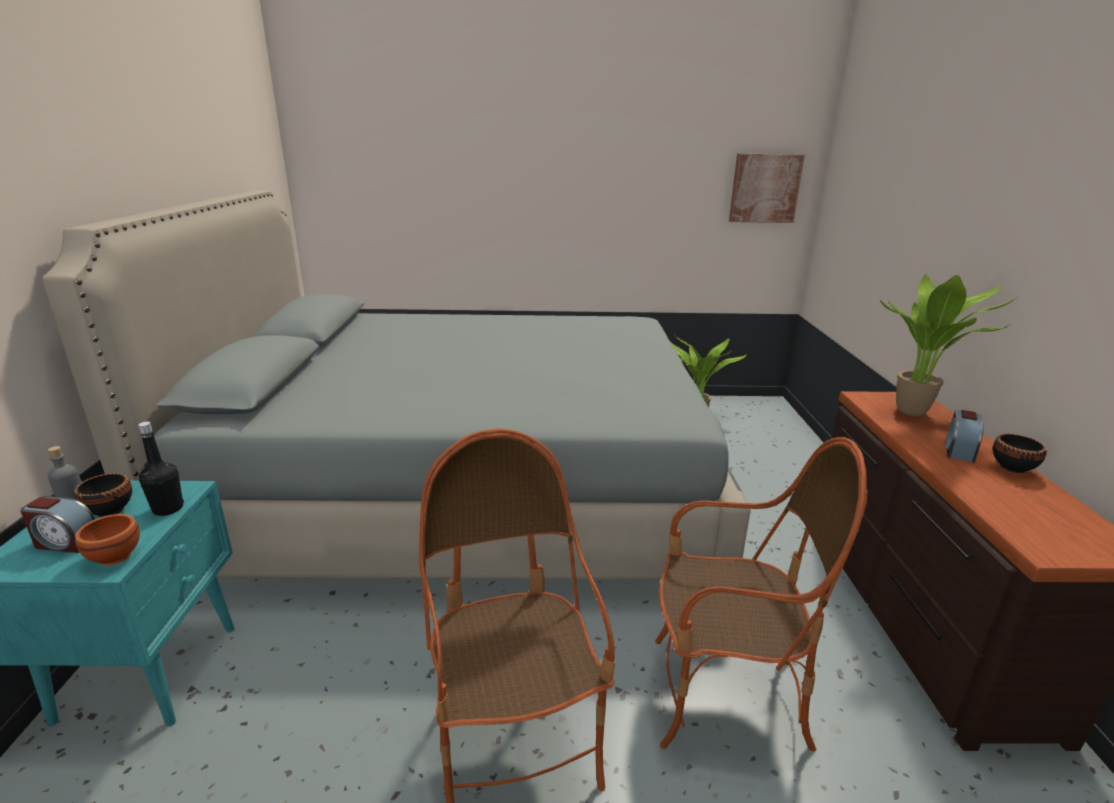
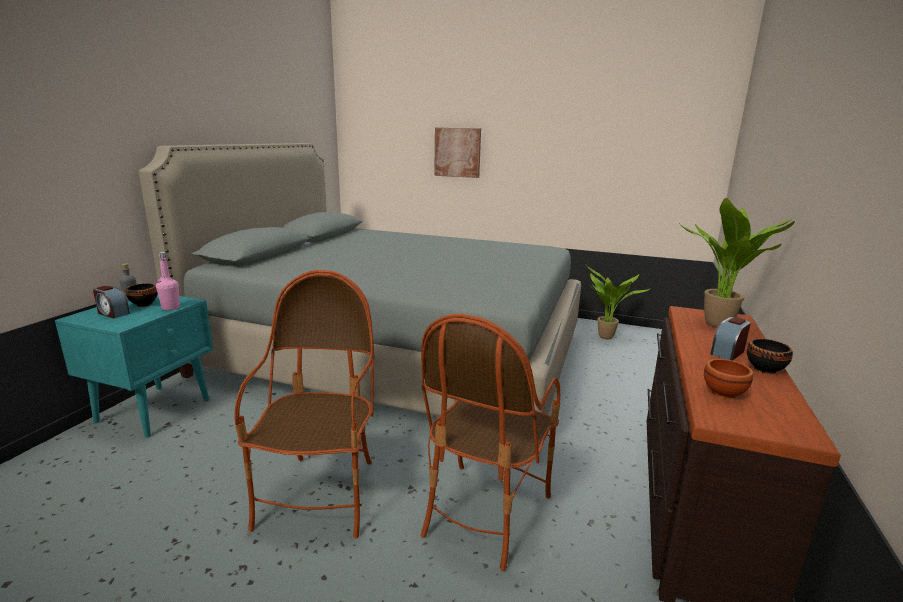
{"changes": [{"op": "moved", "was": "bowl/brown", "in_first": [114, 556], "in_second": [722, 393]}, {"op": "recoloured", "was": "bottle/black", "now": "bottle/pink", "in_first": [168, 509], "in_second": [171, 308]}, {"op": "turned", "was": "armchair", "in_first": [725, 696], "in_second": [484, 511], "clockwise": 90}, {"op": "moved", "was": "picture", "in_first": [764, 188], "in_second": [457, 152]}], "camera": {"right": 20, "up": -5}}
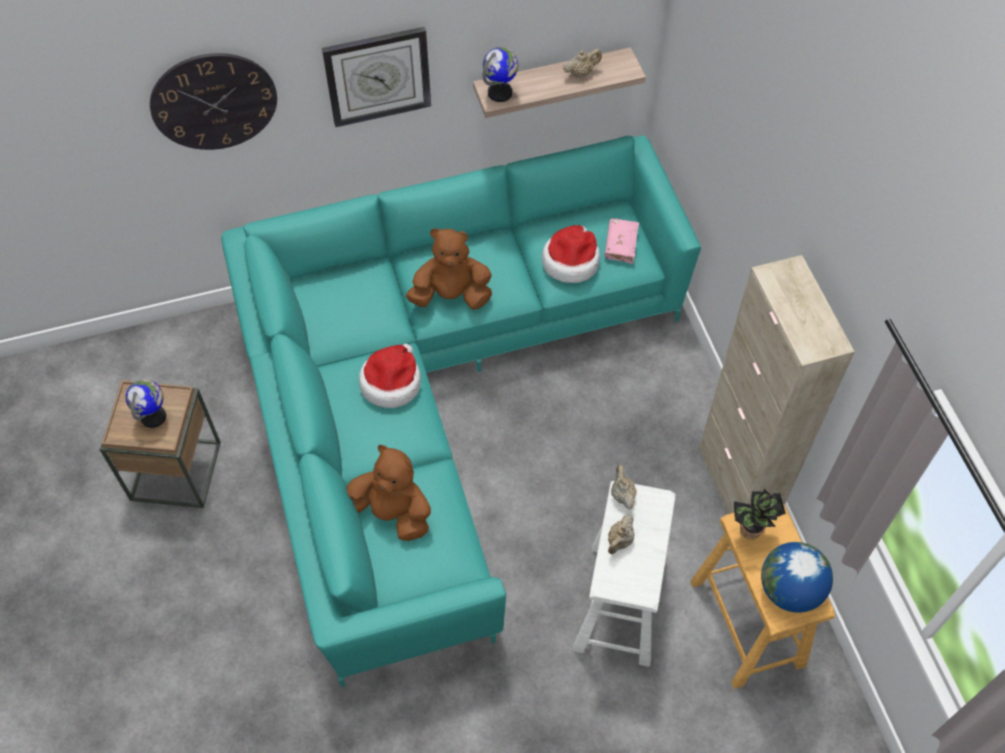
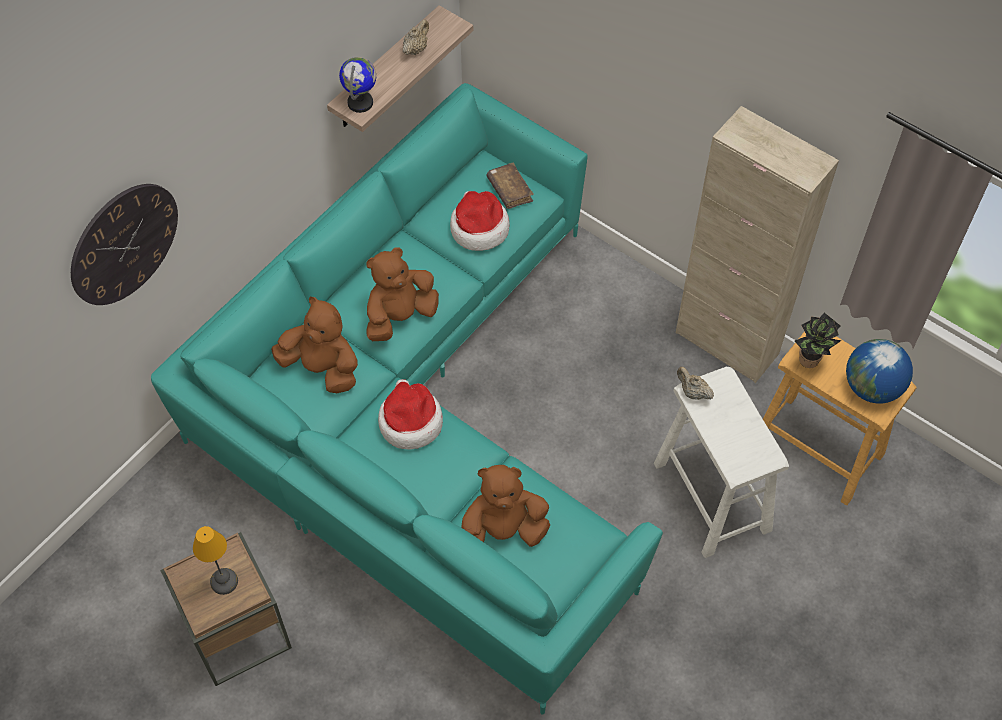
{"changes": [{"op": "replaced", "was": "globe", "now": "table lamp", "in_first": [154, 416], "in_second": [223, 581]}, {"op": "removed", "was": "wall clock", "in_first": [378, 76]}, {"op": "recoloured", "was": "book/pink", "now": "book/brown", "in_first": [621, 244], "in_second": [509, 190]}, {"op": "removed", "was": "teapot/beige", "in_first": [619, 541]}, {"op": "added", "now": "plush toy/brown", "in_second": [322, 368]}], "camera": {"right": -35, "up": 0}}
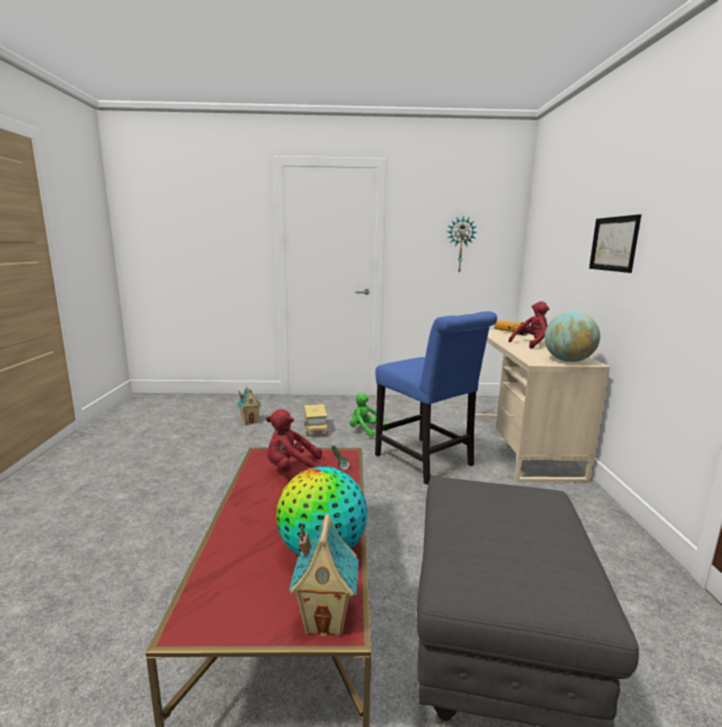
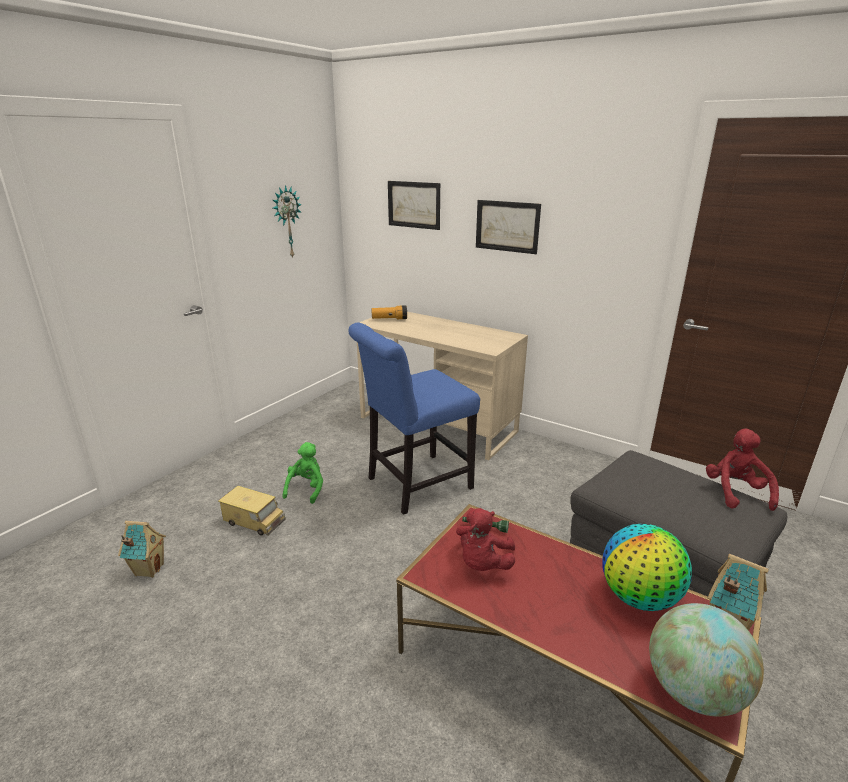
{"changes": [{"op": "turned", "was": "plush toy/green", "in_first": [365, 430], "in_second": [306, 489], "clockwise": 120}, {"op": "turned", "was": "chair/blue", "in_first": [427, 462], "in_second": [414, 485], "clockwise": 150}, {"op": "moved", "was": "plush toy/red", "in_first": [531, 344], "in_second": [735, 492]}, {"op": "moved", "was": "globe", "in_first": [568, 361], "in_second": [693, 691]}, {"op": "added", "now": "picture", "in_second": [414, 205]}], "camera": {"right": -55, "up": 10}}
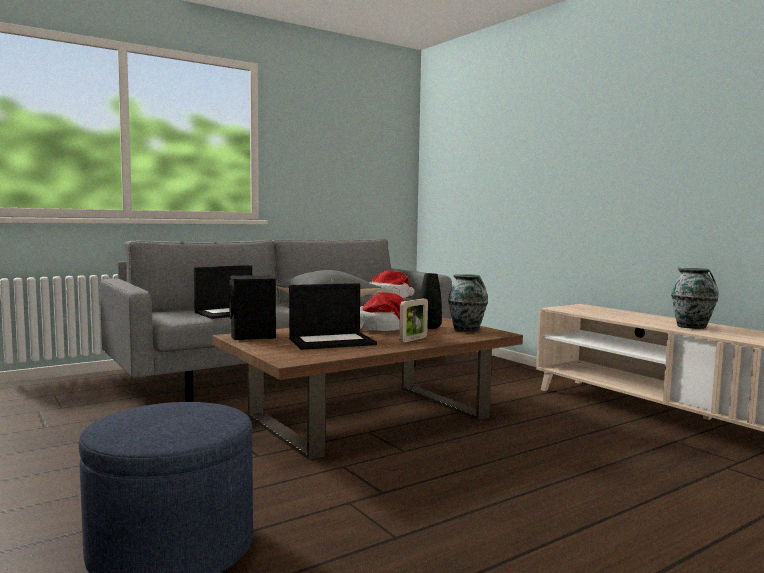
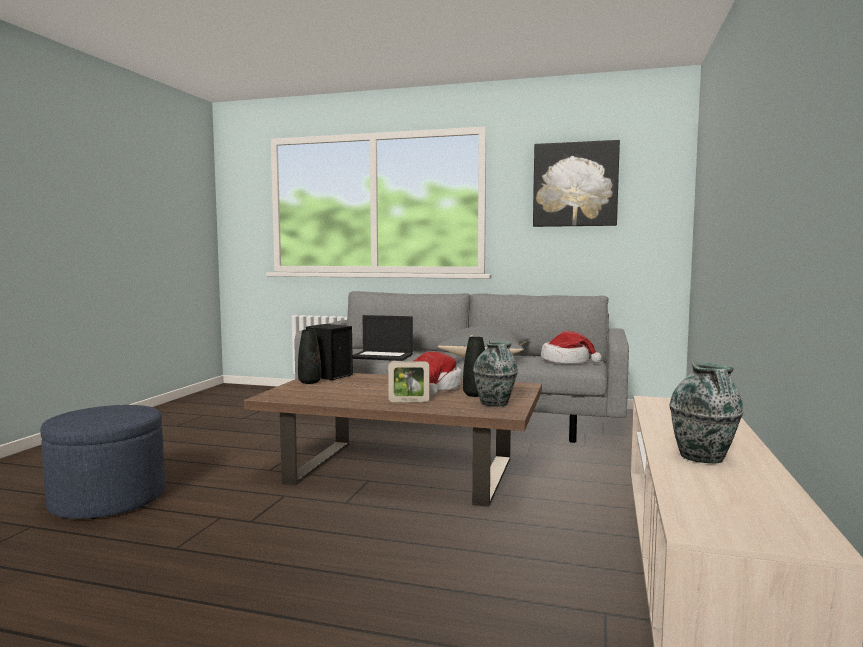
{"changes": [{"op": "removed", "was": "laptop", "in_first": [332, 341]}, {"op": "added", "now": "vase/black", "in_second": [309, 382]}, {"op": "added", "now": "picture", "in_second": [575, 184]}], "camera": {"right": 50, "up": 0}}
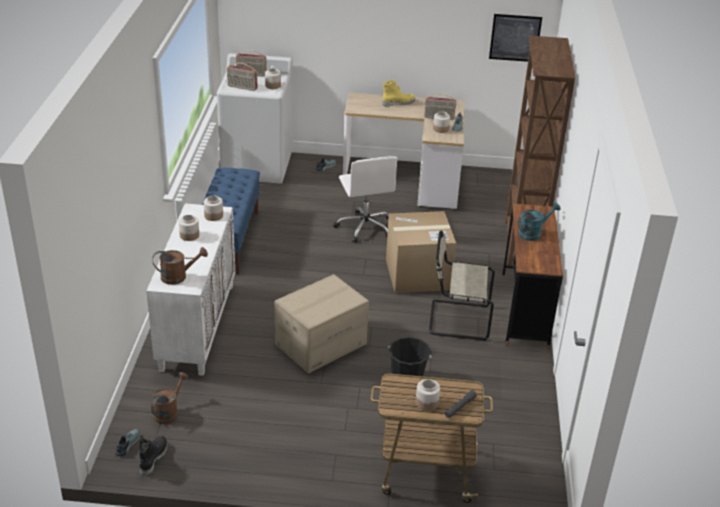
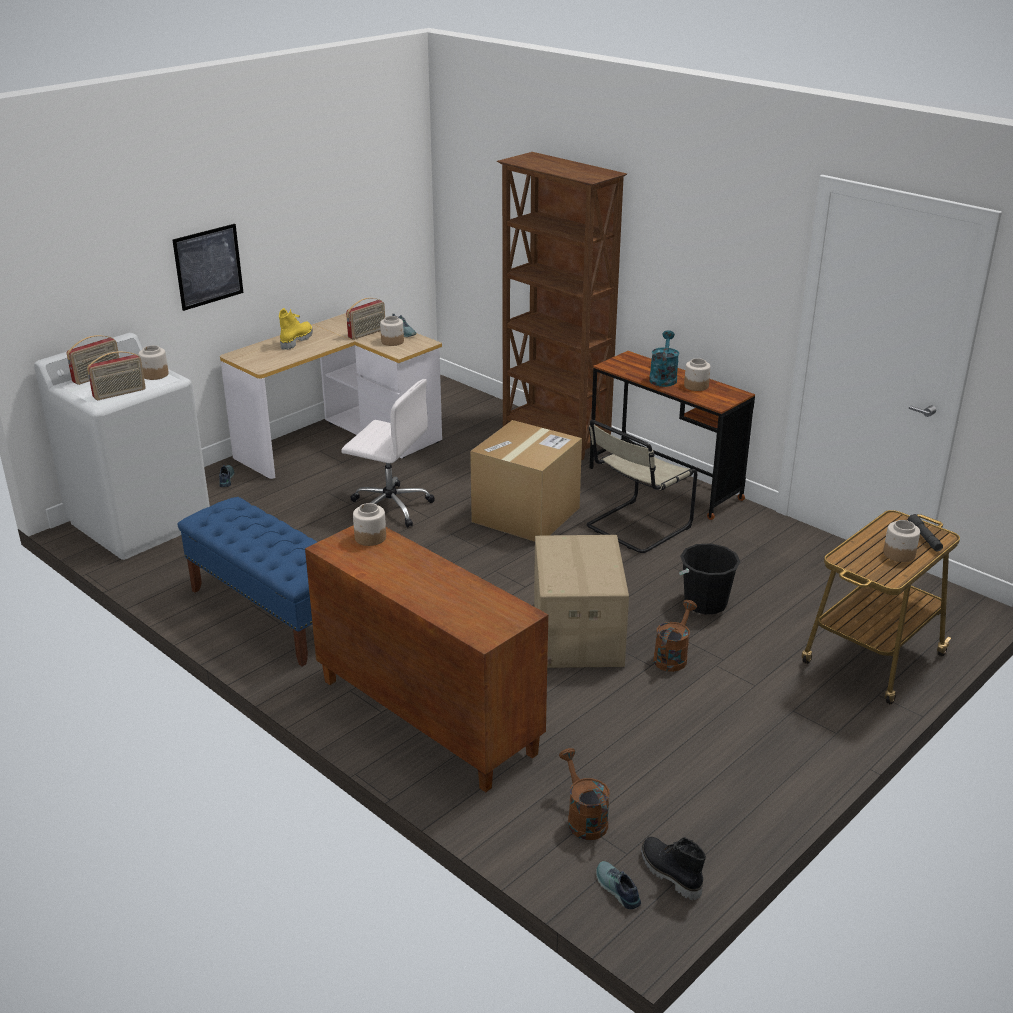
{"changes": [{"op": "recoloured", "was": "cabinet/white", "now": "cabinet/brown", "in_first": [197, 326], "in_second": [425, 716]}, {"op": "moved", "was": "watering can/brown", "in_first": [178, 277], "in_second": [672, 656]}, {"op": "moved", "was": "jar", "in_first": [189, 235], "in_second": [696, 386]}, {"op": "moved", "was": "picture", "in_first": [515, 38], "in_second": [208, 266]}], "camera": {"right": -50, "up": -5}}
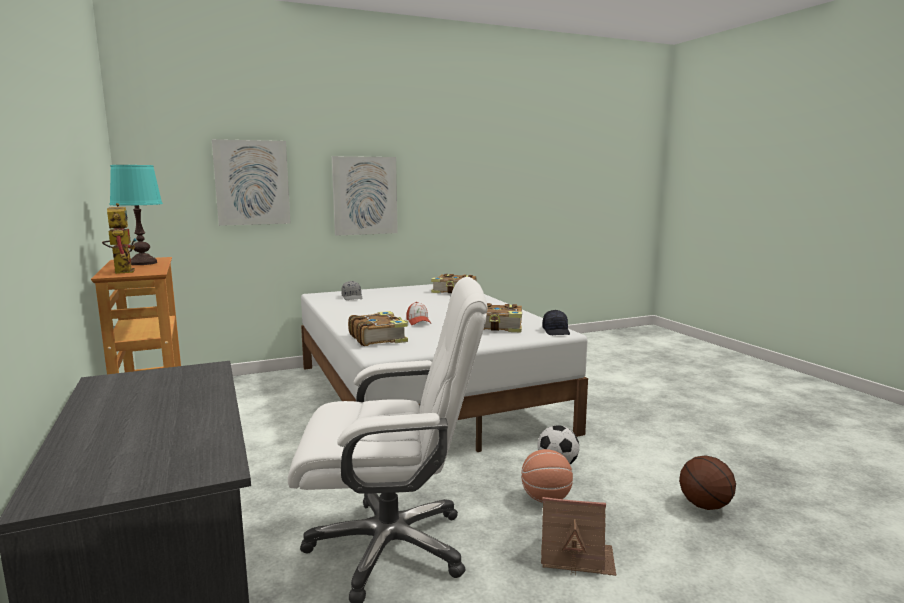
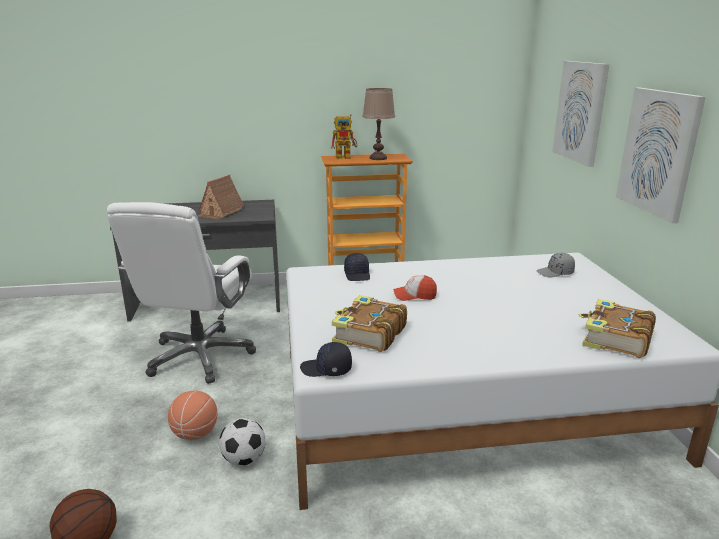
{"changes": [{"op": "recoloured", "was": "table lamp/turquoise", "now": "table lamp/brown", "in_first": [143, 263], "in_second": [378, 158]}, {"op": "replaced", "was": "book", "now": "cap/black", "in_first": [378, 338], "in_second": [357, 275]}, {"op": "moved", "was": "toy house", "in_first": [576, 556], "in_second": [220, 212]}], "camera": {"right": 105, "up": 10}}
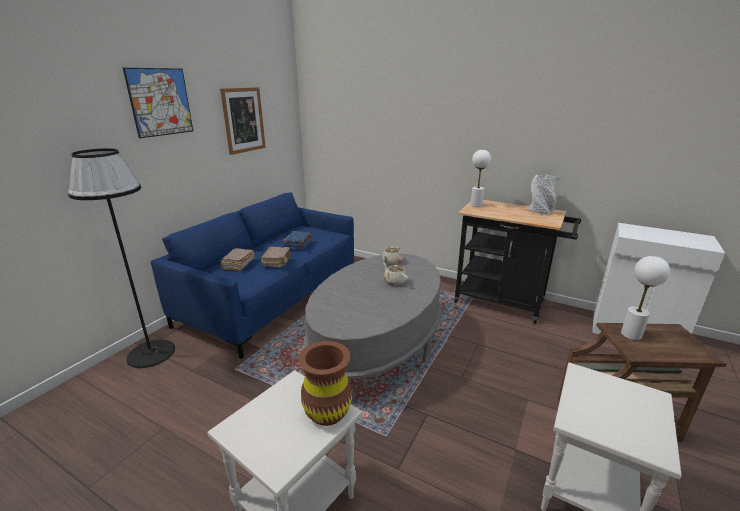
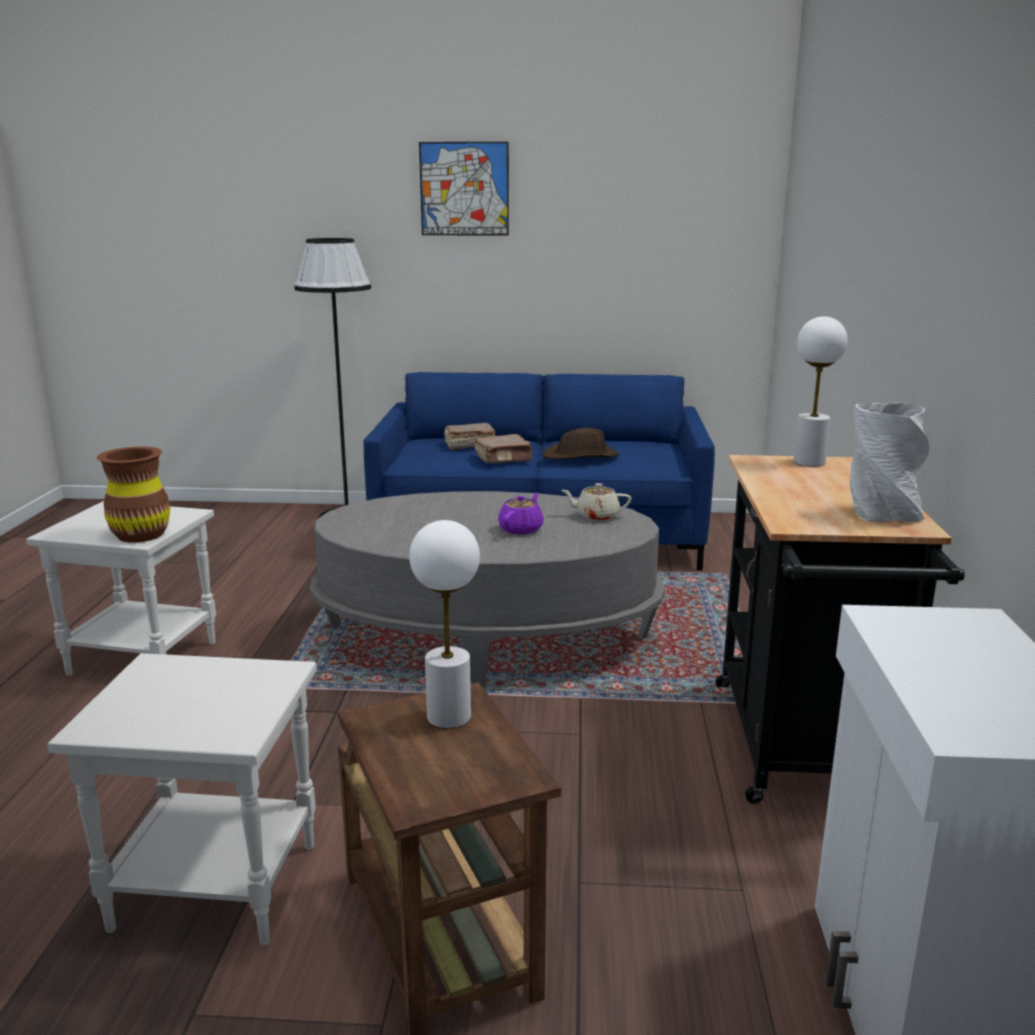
{"changes": [{"op": "removed", "was": "picture", "in_first": [243, 120]}, {"op": "replaced", "was": "book/blue", "now": "hat/brown", "in_first": [298, 245], "in_second": [581, 456]}, {"op": "recoloured", "was": "teapot/beige", "now": "teapot/purple", "in_first": [395, 281], "in_second": [521, 529]}], "camera": {"right": 65, "up": -5}}
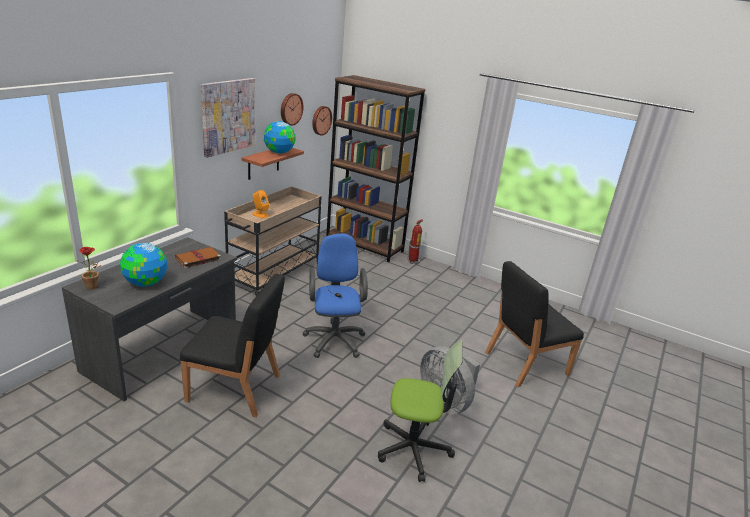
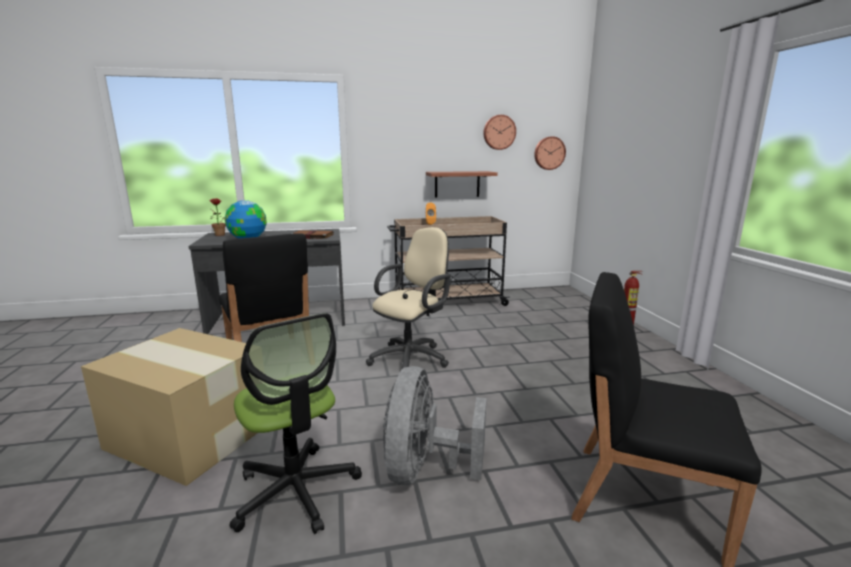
{"changes": [{"op": "removed", "was": "picture", "in_first": [228, 116]}, {"op": "removed", "was": "globe", "in_first": [279, 152]}, {"op": "recoloured", "was": "office chair/blue", "now": "office chair/beige", "in_first": [334, 338], "in_second": [412, 358]}, {"op": "removed", "was": "bookcase/brown", "in_first": [364, 246]}, {"op": "added", "now": "cardboard box", "in_second": [189, 434]}], "camera": {"right": 50, "up": -10}}
